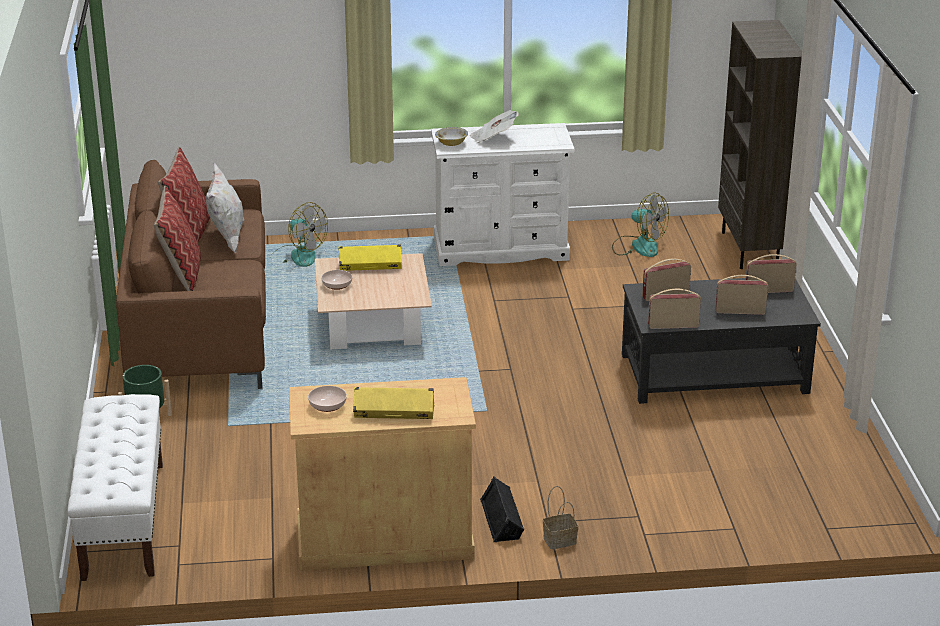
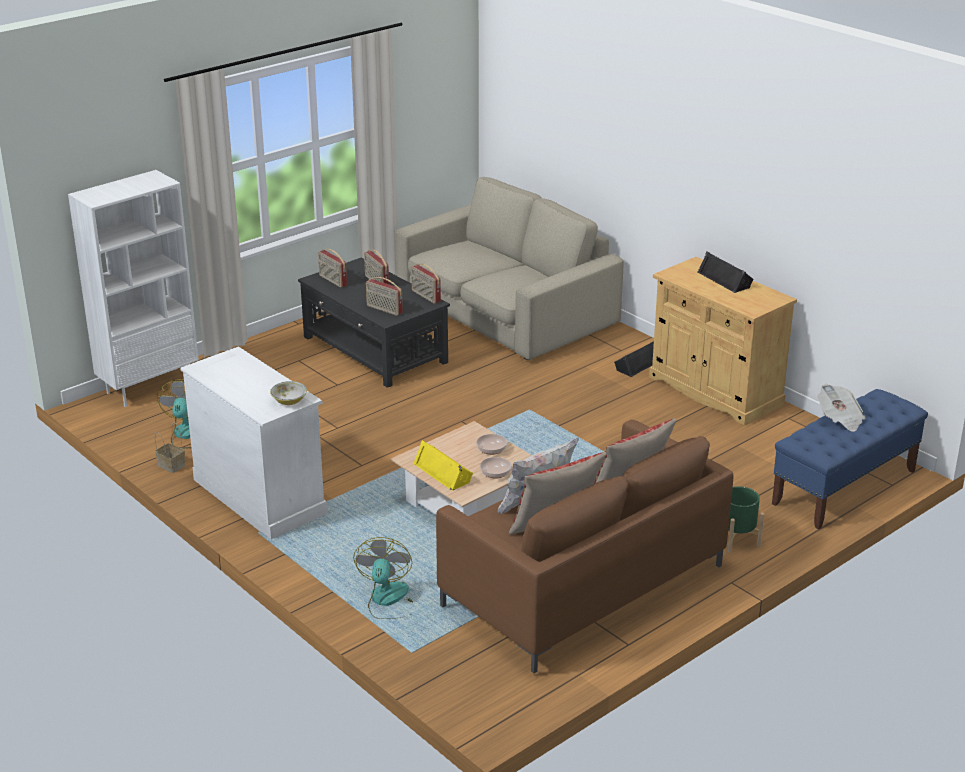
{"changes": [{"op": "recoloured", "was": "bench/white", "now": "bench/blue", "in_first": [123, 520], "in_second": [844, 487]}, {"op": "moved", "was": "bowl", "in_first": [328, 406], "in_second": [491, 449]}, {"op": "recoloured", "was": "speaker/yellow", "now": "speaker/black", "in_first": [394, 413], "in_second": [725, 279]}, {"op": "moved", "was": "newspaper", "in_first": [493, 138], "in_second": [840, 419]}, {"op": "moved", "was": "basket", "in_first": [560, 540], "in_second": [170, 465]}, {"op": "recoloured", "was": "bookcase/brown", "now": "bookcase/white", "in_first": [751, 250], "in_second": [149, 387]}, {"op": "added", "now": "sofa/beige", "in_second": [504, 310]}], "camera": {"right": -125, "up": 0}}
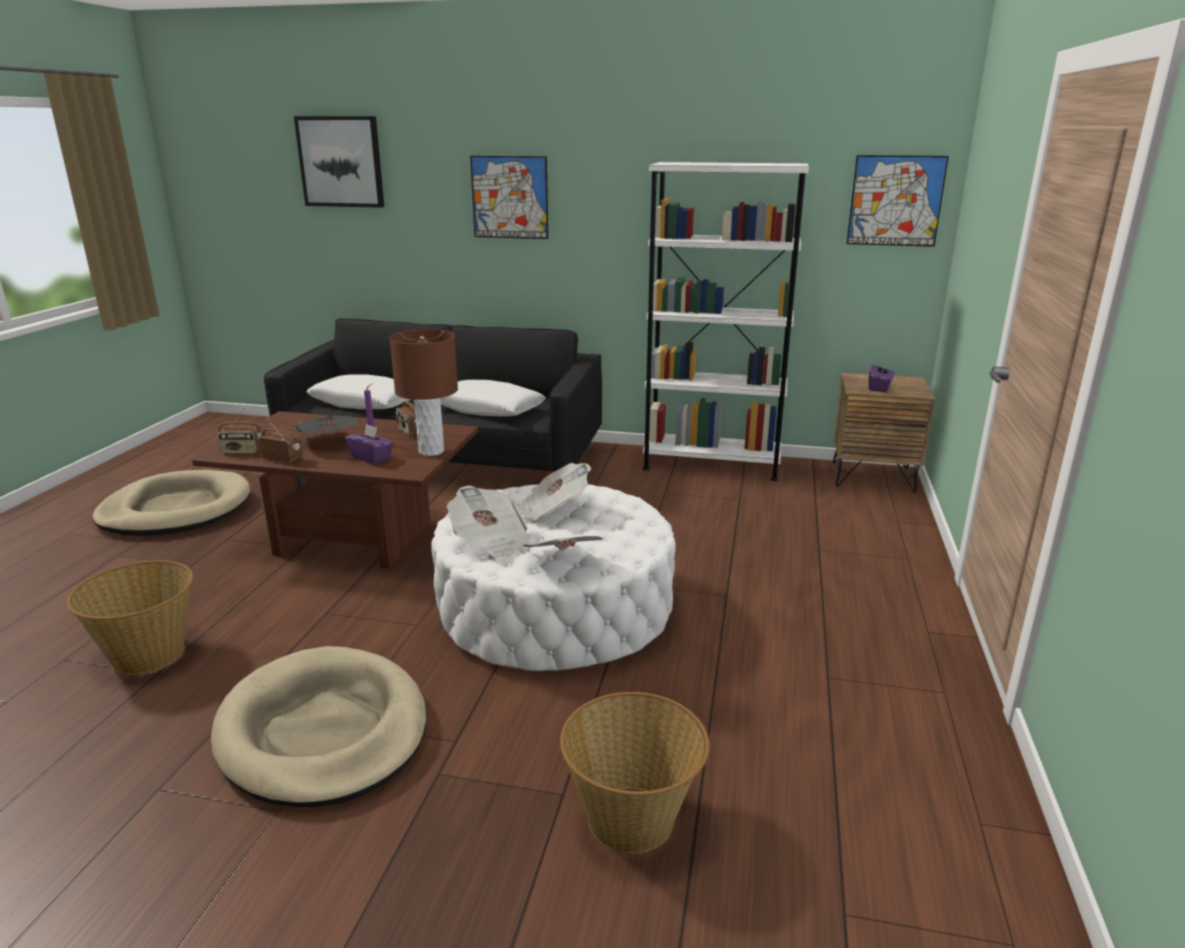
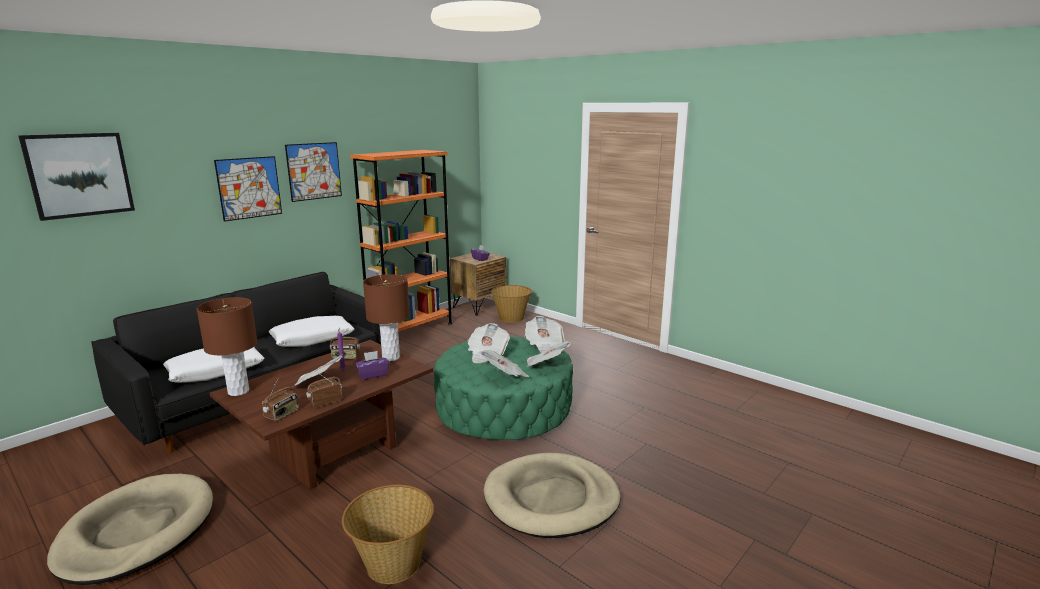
{"changes": [{"op": "recoloured", "was": "ottoman/white", "now": "ottoman/green", "in_first": [555, 608], "in_second": [504, 408]}, {"op": "moved", "was": "basket", "in_first": [632, 819], "in_second": [511, 318]}, {"op": "recoloured", "was": "bookcase/white", "now": "bookcase/orange", "in_first": [711, 464], "in_second": [411, 329]}, {"op": "moved", "was": "picture", "in_first": [895, 201], "in_second": [314, 171]}, {"op": "added", "now": "table lamp/brown", "in_second": [238, 391]}, {"op": "added", "now": "newspaper", "in_second": [544, 346]}], "camera": {"right": -60, "up": -5}}
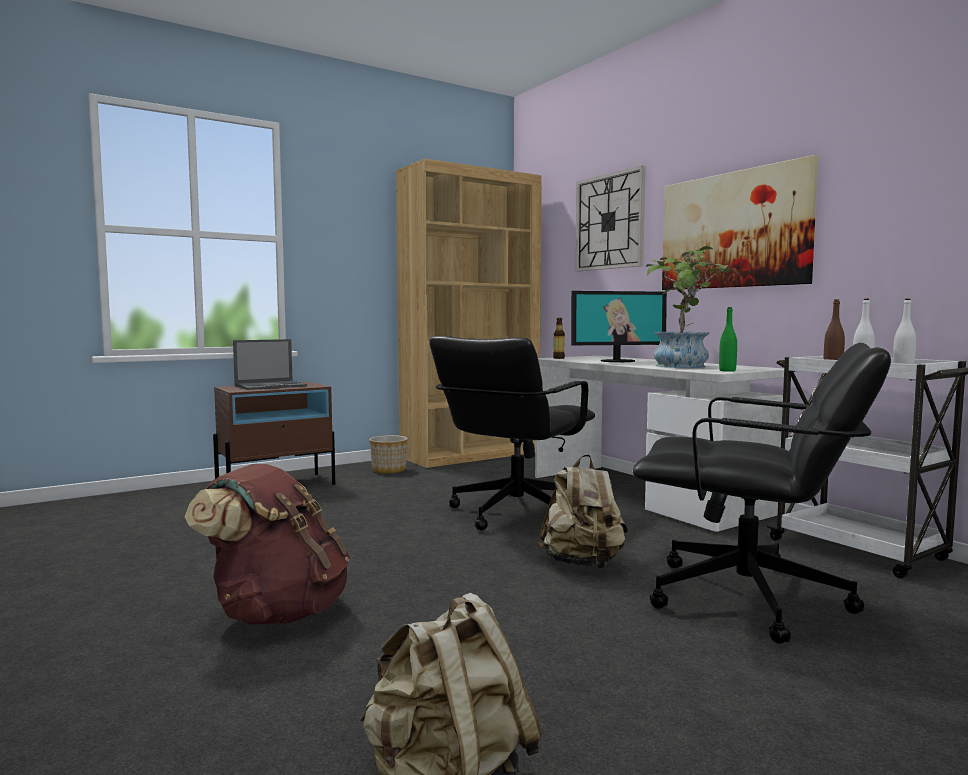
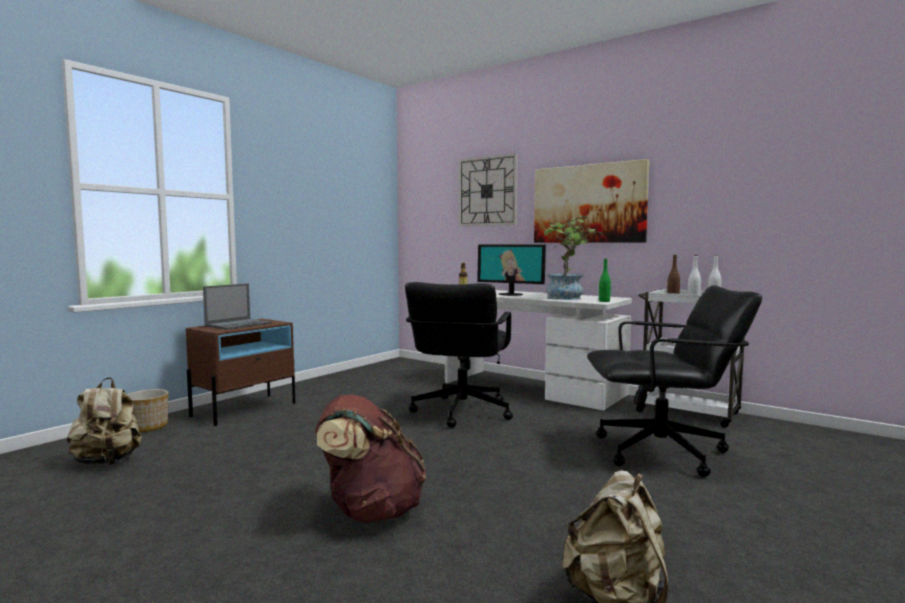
{"changes": [{"op": "moved", "was": "planter", "in_first": [388, 470], "in_second": [147, 427]}, {"op": "removed", "was": "bookcase/brown", "in_first": [471, 455]}, {"op": "moved", "was": "backpack/beige", "in_first": [582, 564], "in_second": [107, 462]}, {"op": "turned", "was": "monitor", "in_first": [617, 361], "in_second": [511, 294], "clockwise": 60}], "camera": {"right": -20, "up": 0}}
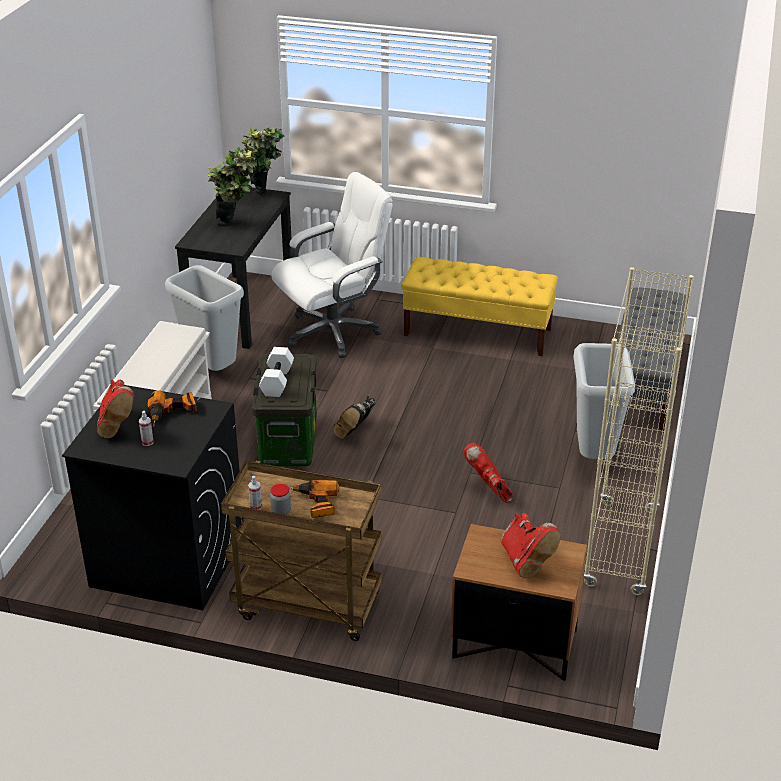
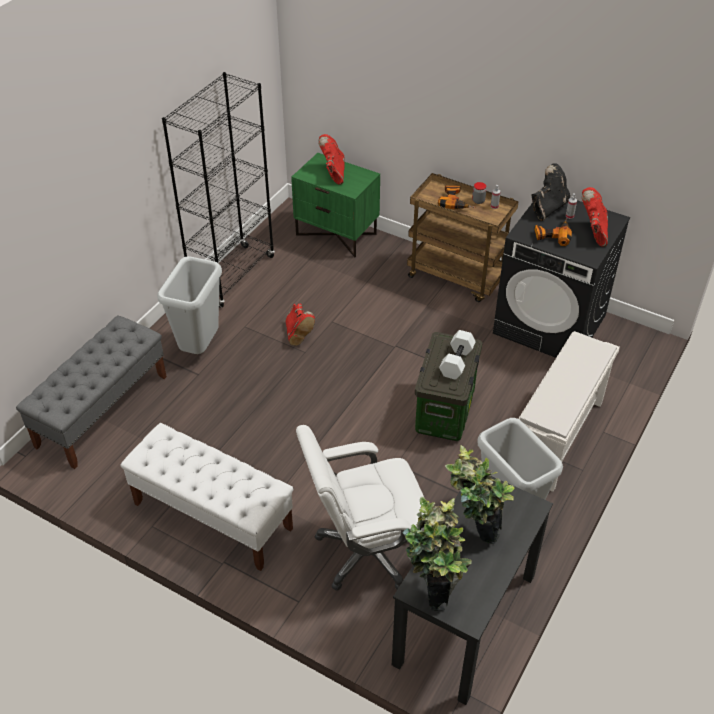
{"changes": [{"op": "moved", "was": "boot/black", "in_first": [355, 432], "in_second": [548, 208]}, {"op": "recoloured", "was": "bench/yellow", "now": "bench/white", "in_first": [478, 332], "in_second": [212, 516]}, {"op": "recoloured", "was": "nightstand/brown", "now": "nightstand/green", "in_first": [513, 645], "in_second": [337, 234]}, {"op": "recoloured", "was": "bookcase/beige", "now": "bookcase/black", "in_first": [621, 548], "in_second": [233, 276]}], "camera": {"right": -165, "up": 10}}
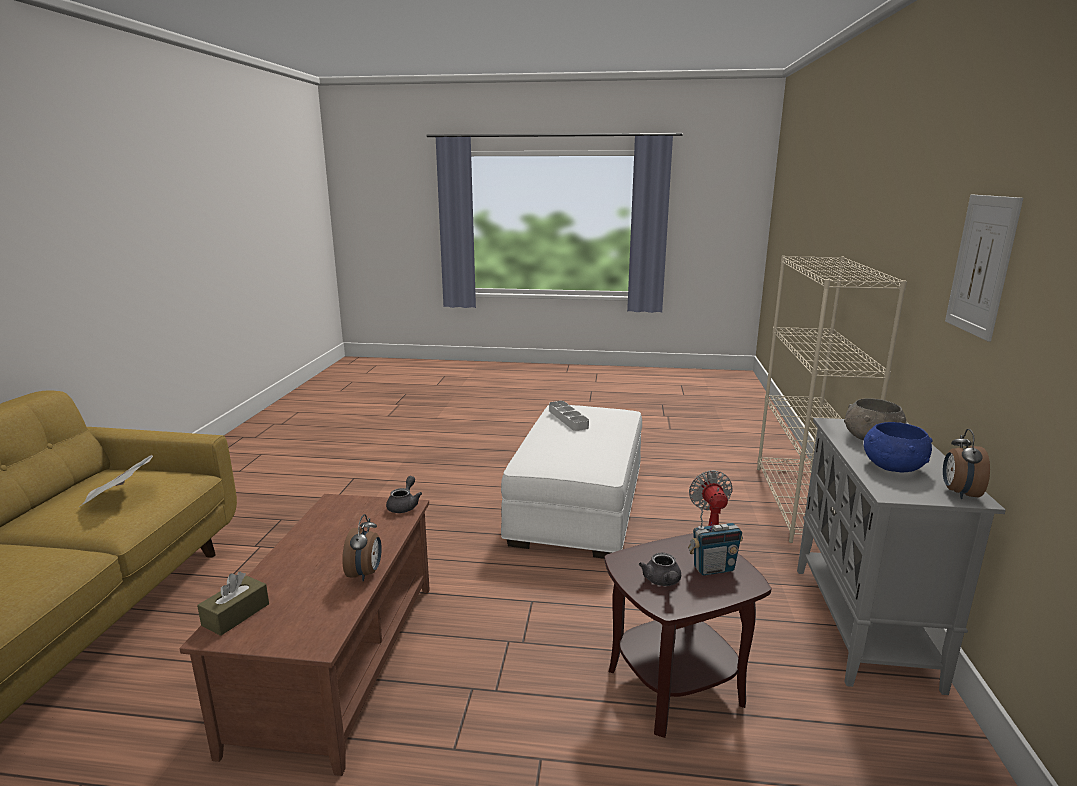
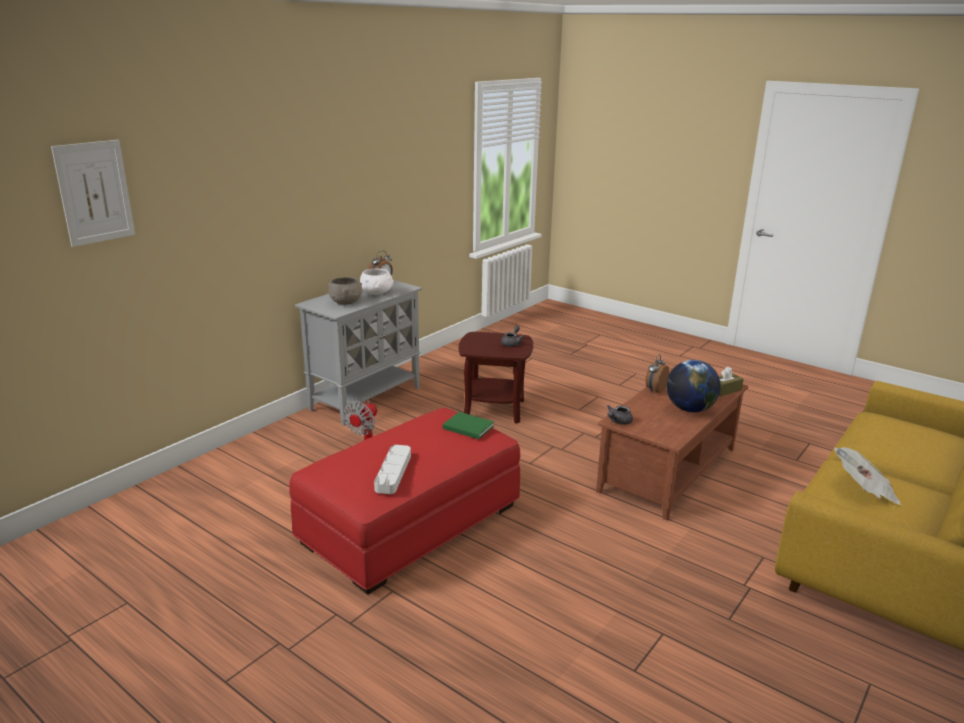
{"changes": [{"op": "recoloured", "was": "ottoman/white", "now": "ottoman/red", "in_first": [578, 505], "in_second": [411, 523]}, {"op": "removed", "was": "radio", "in_first": [713, 568]}, {"op": "removed", "was": "bookcase/beige", "in_first": [803, 504]}, {"op": "recoloured", "was": "bowl/blue", "now": "bowl/white", "in_first": [892, 467], "in_second": [377, 292]}, {"op": "moved", "was": "picture", "in_first": [982, 265], "in_second": [94, 192]}, {"op": "added", "now": "book/green", "in_second": [467, 427]}, {"op": "added", "now": "globe", "in_second": [690, 409]}], "camera": {"right": -150, "up": 5}}
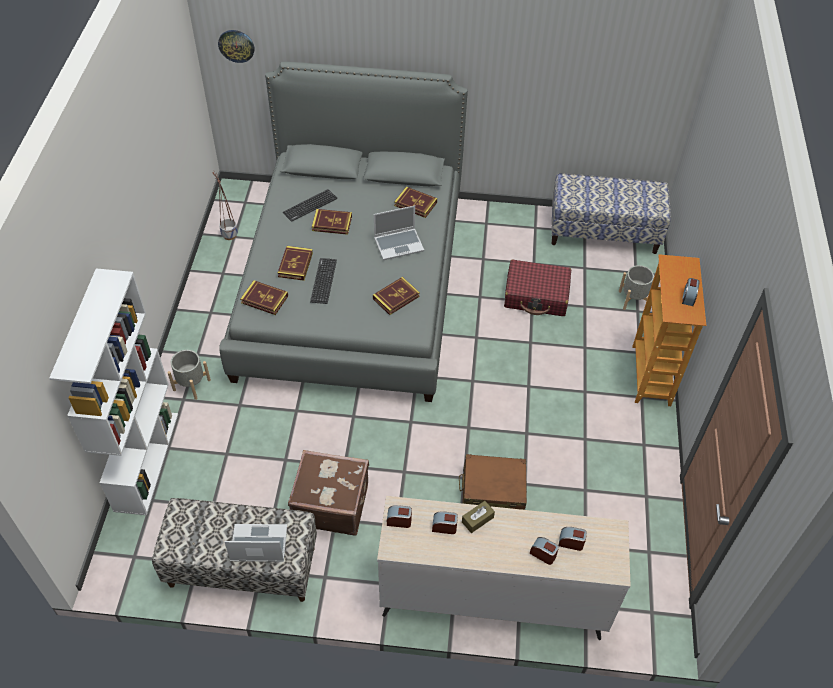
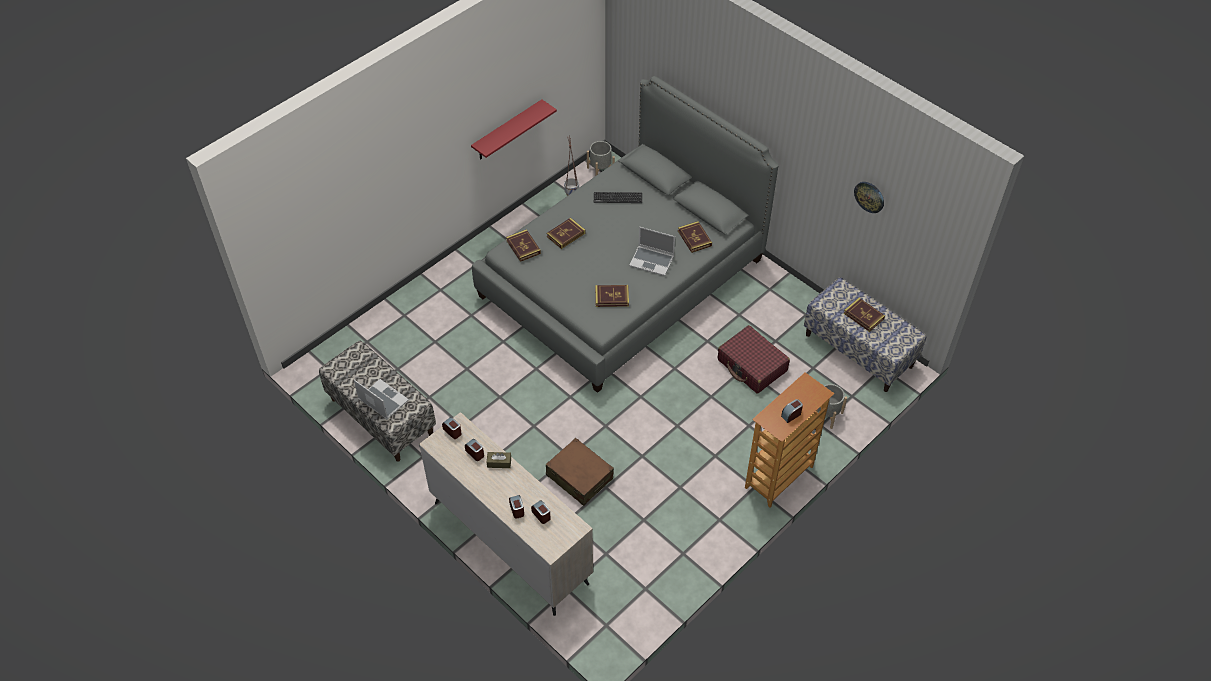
{"changes": [{"op": "removed", "was": "bookcase/white", "in_first": [146, 460]}, {"op": "moved", "was": "planter/grey", "in_first": [191, 384], "in_second": [600, 170]}, {"op": "moved", "was": "wall clock", "in_first": [236, 45], "in_second": [869, 196]}, {"op": "removed", "was": "suitcase/brown", "in_first": [331, 503]}, {"op": "removed", "was": "keyboard", "in_first": [323, 281]}, {"op": "moved", "was": "book", "in_first": [332, 223], "in_second": [863, 316]}, {"op": "added", "now": "shelf/red", "in_second": [507, 131]}], "camera": {"right": 40, "up": 0}}
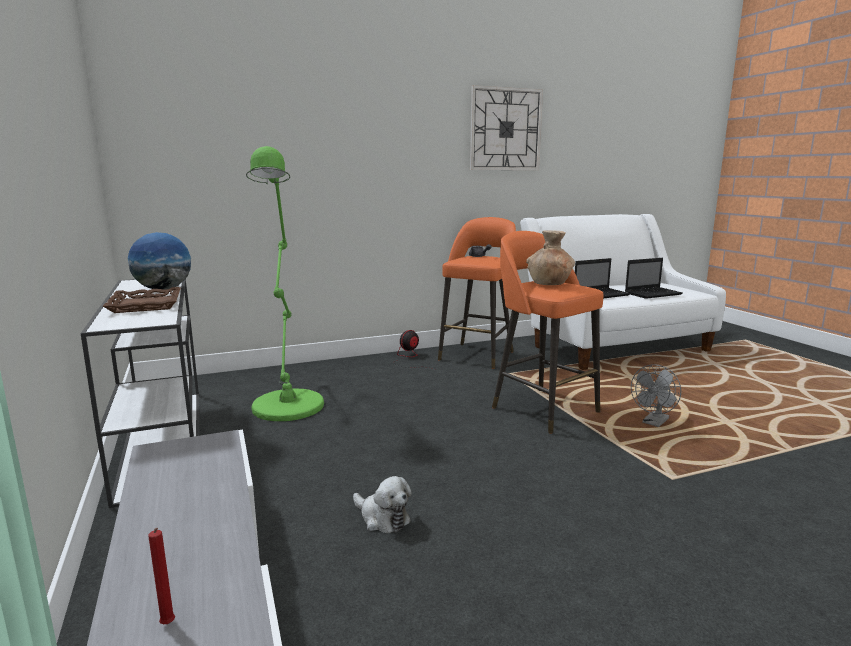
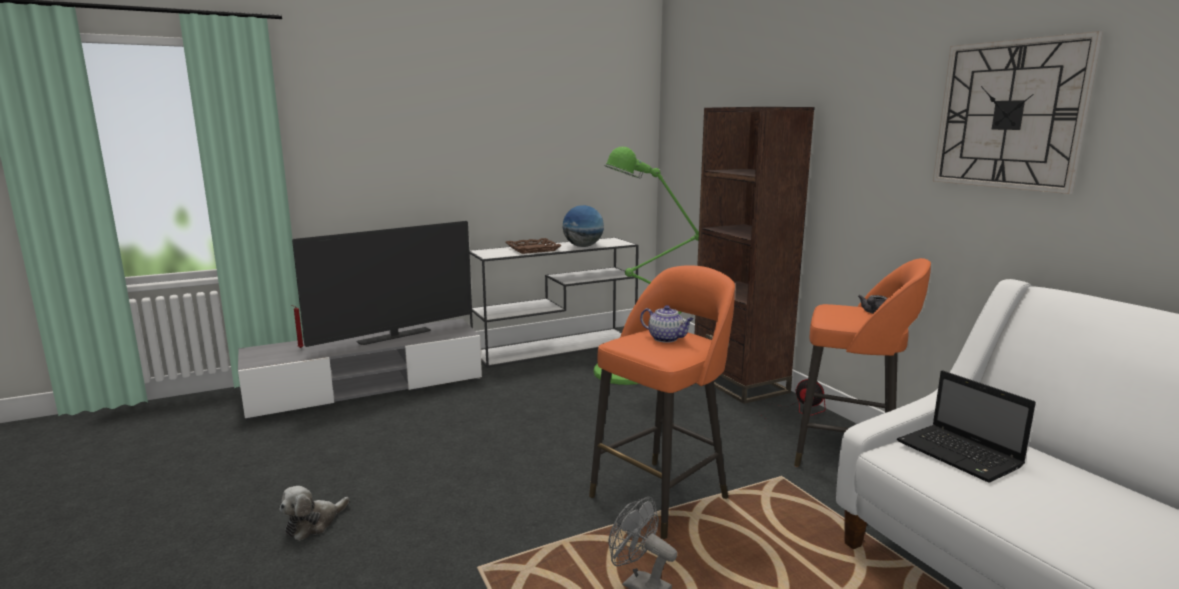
{"changes": [{"op": "moved", "was": "plush toy", "in_first": [382, 518], "in_second": [313, 524]}, {"op": "replaced", "was": "vase/brown", "now": "teapot", "in_first": [549, 284], "in_second": [666, 339]}, {"op": "removed", "was": "laptop", "in_first": [653, 293]}, {"op": "added", "now": "television", "in_second": [394, 336]}, {"op": "added", "now": "bookcase/brown", "in_second": [739, 383]}], "camera": {"right": 85, "up": 0}}
